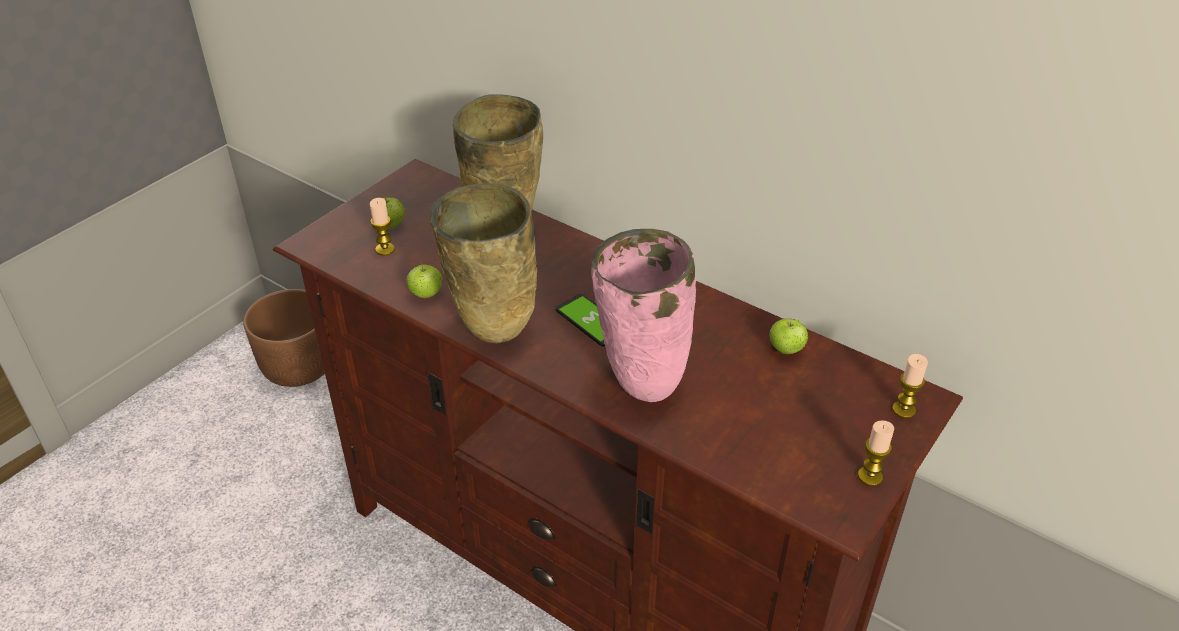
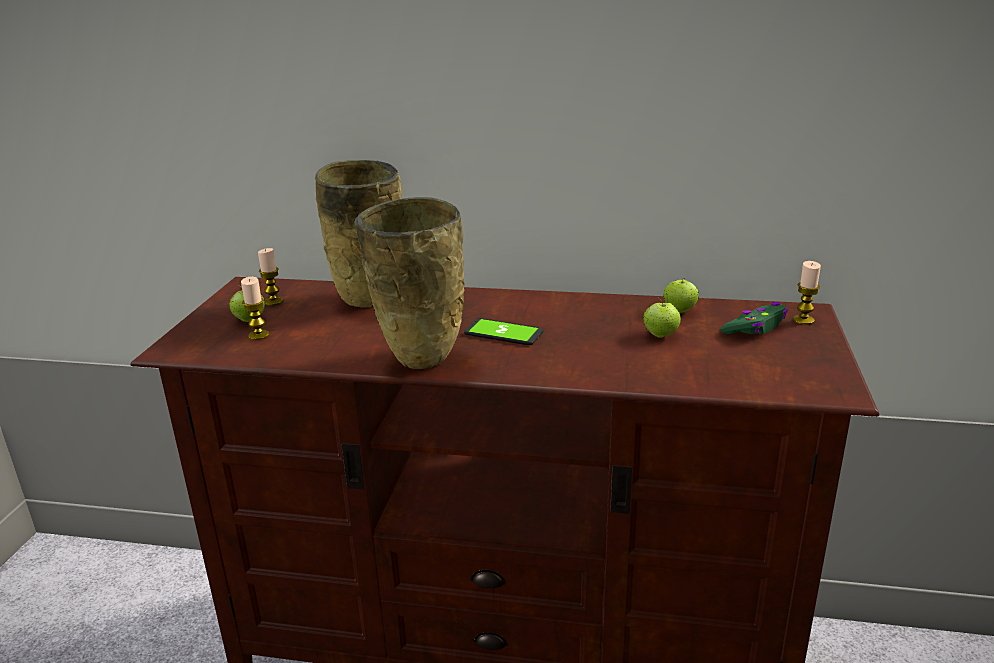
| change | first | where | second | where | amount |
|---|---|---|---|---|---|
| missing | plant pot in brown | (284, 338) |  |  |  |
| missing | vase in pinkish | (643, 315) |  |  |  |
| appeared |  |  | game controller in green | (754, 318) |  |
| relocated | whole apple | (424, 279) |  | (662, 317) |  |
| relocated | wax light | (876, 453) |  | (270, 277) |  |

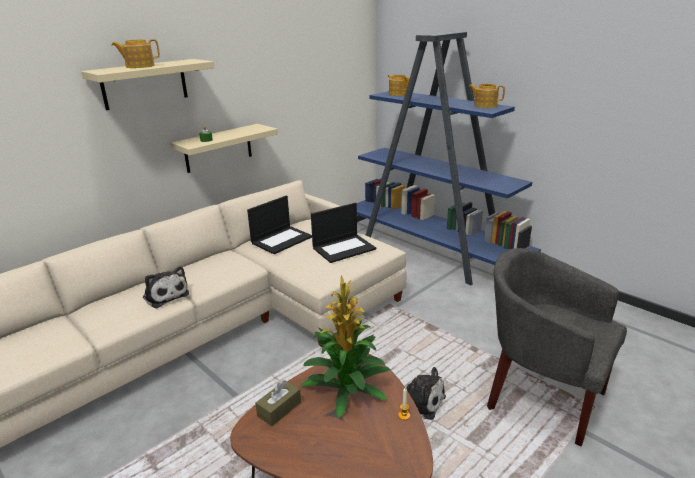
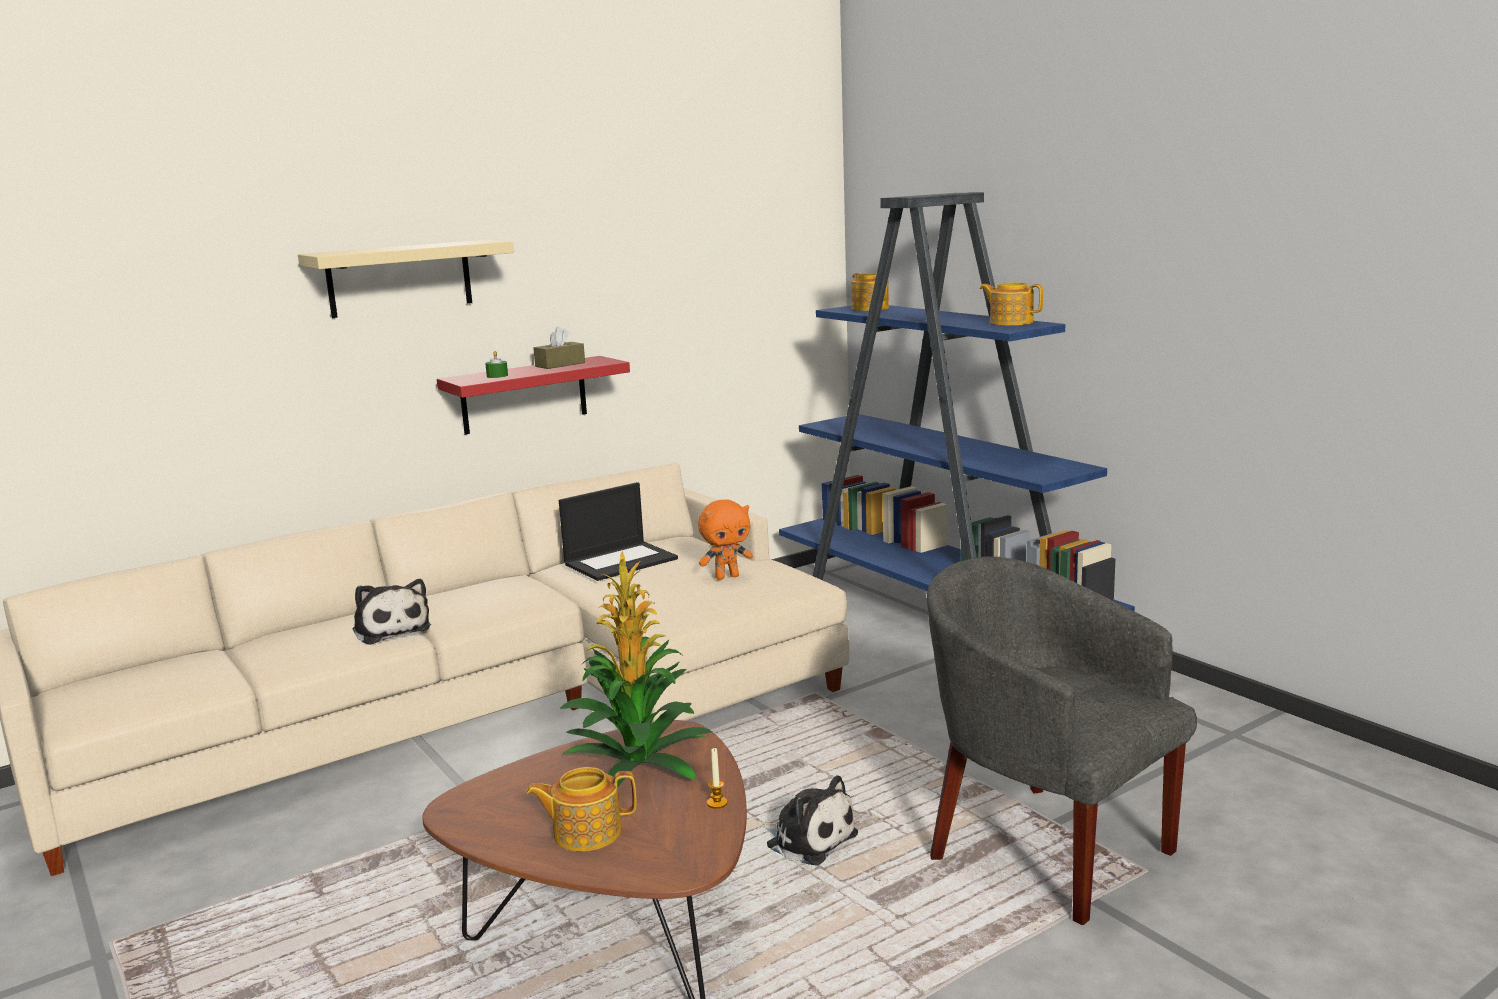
| change | first | where | second | where | amount |
|---|---|---|---|---|---|
| relocated | pot for tea | (136, 53) |  | (581, 809) |  |
| relocated | tissue box in brown | (278, 403) |  | (559, 348) |  |
| exchanged | notebook computer | (343, 233) | soft toy in orange-coloured | (725, 540) |  |
| colour | shelf in beige | (224, 148) | shelf in reddish | (533, 395) |  |

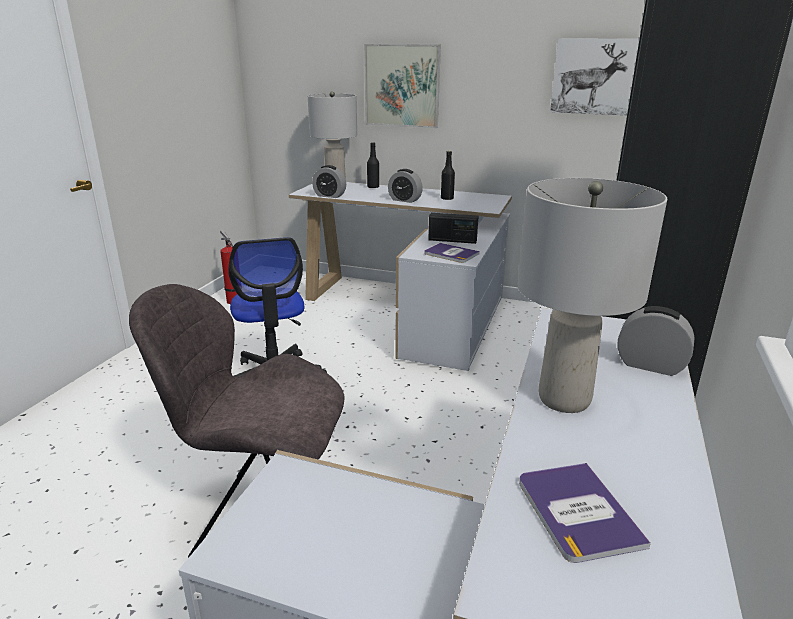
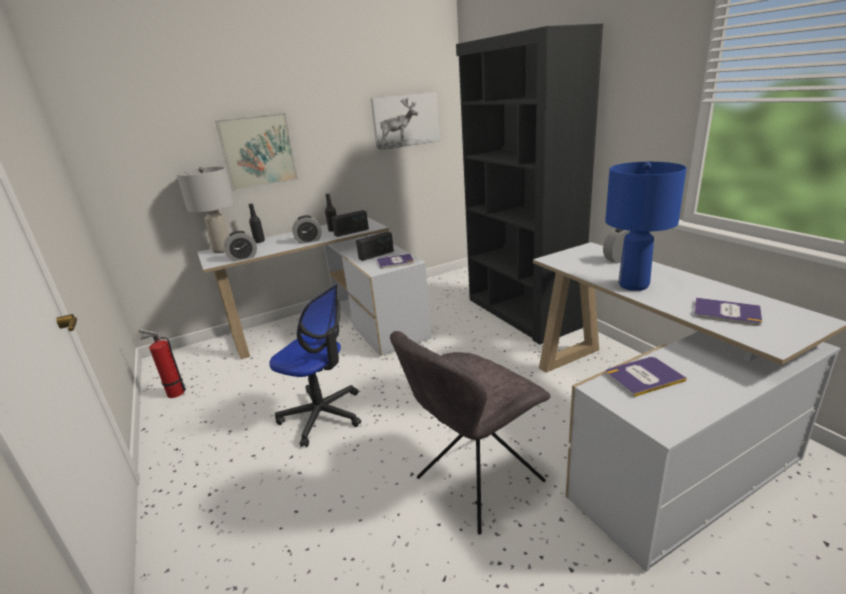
| change | first | where | second | where | amount |
|---|---|---|---|---|---|
| appeared |  |  | radio receiver | (350, 223) |  |
| appeared |  |  | book | (646, 377) |  |
| colour | tabletop lamp in greyish | (592, 295) | tabletop lamp in bluish | (646, 226) |  |

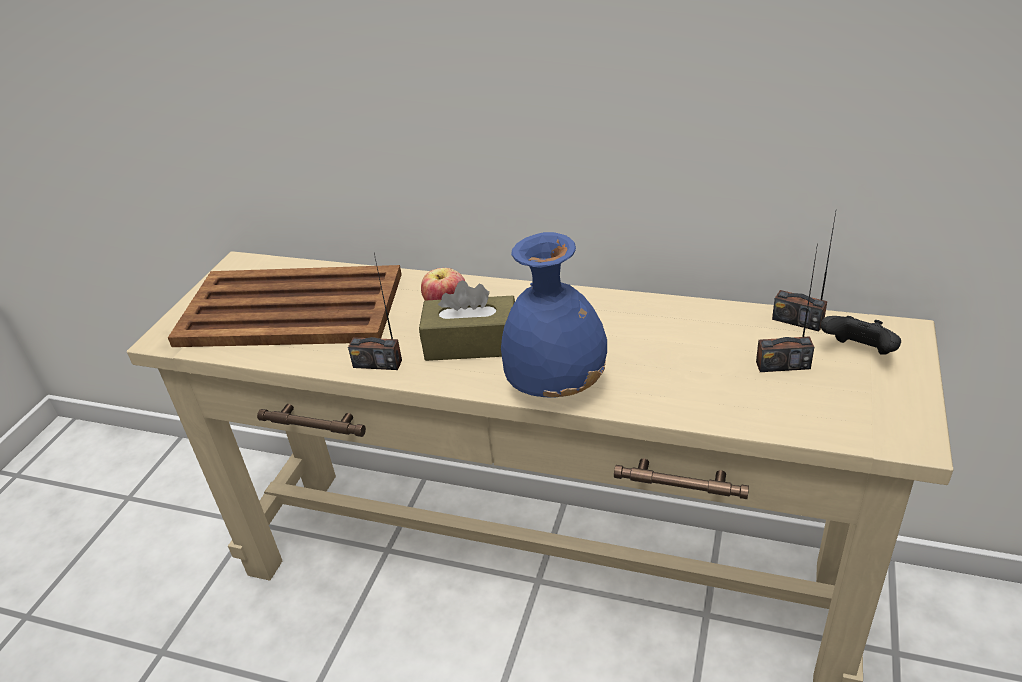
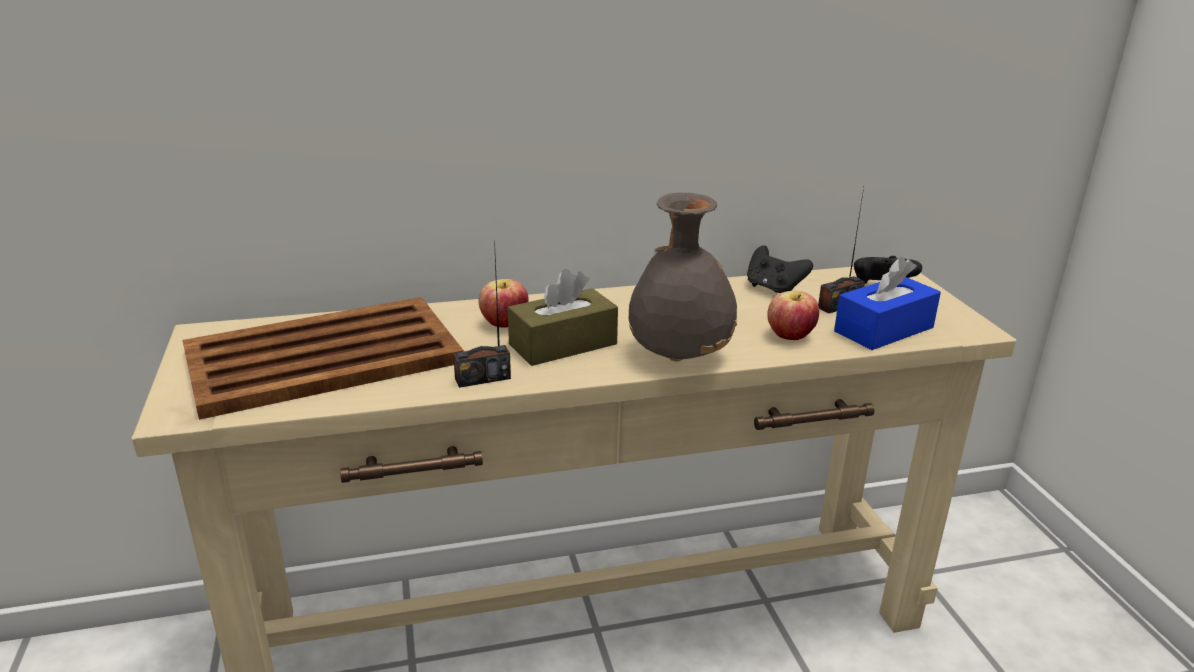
| change | first | where | second | where | amount |
|---|---|---|---|---|---|
| missing | radio receiver | (804, 272) |  |  |  |
| appeared |  |  | game controller in blackish | (780, 269) |  |
| appeared |  |  | whole apple | (793, 315) |  |
| appeared |  |  | tissue box in bluish | (887, 303) |  |
| colour | vase in bluish | (554, 315) | vase in greyish | (683, 277) |  |

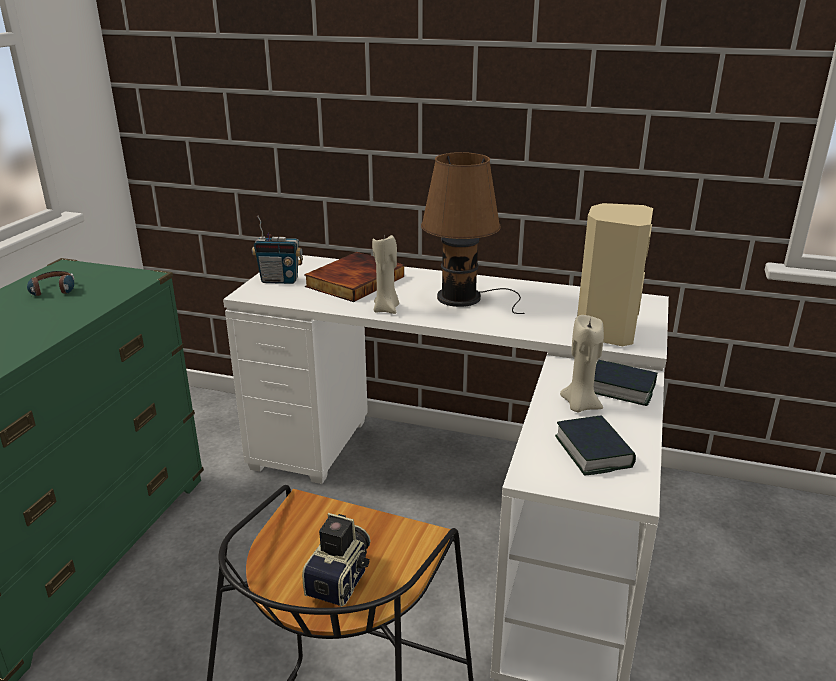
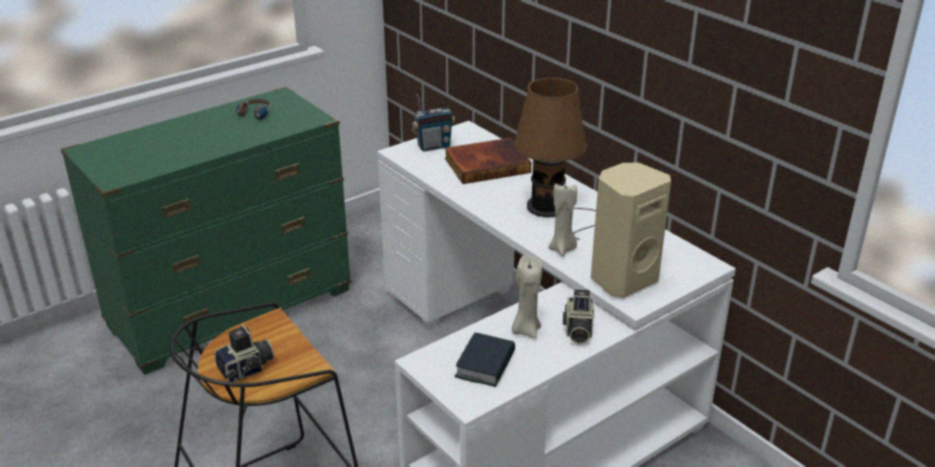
| change | first | where | second | where | amount |
|---|---|---|---|---|---|
| relocated | wax light in beige | (385, 274) |  | (562, 220) |  |
| exchanged | book | (625, 383) | photo camera | (578, 316) |  |
| spun | radio receiver | (277, 249) |  | (433, 122) | 60 degrees counterclockwise |

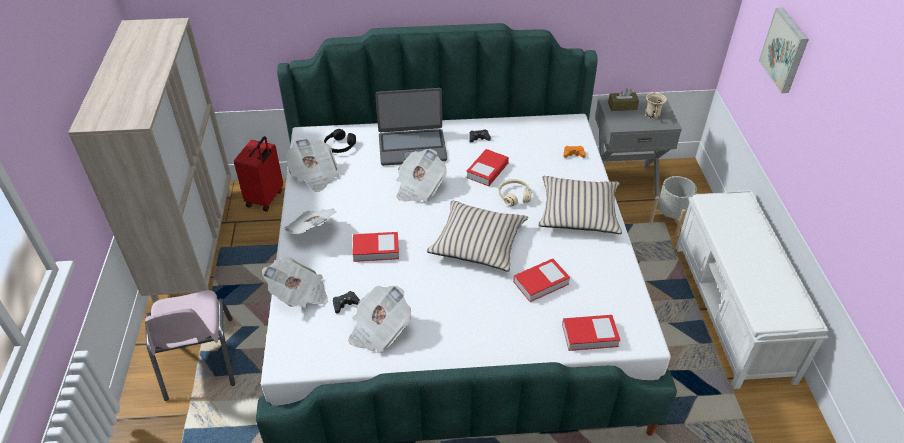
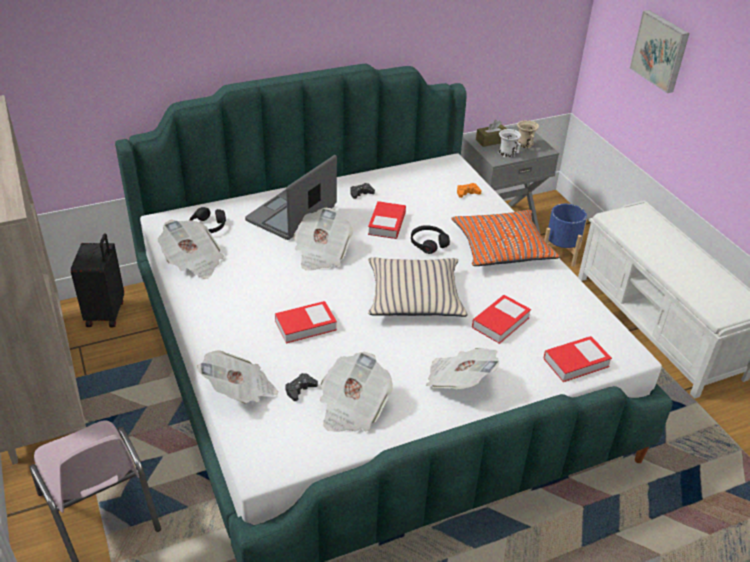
| change | first | where | second | where | amount |
|---|---|---|---|---|---|
| appeared |  |  | tea mug in white-coloured | (509, 143) |  |
| relocated | printed paper | (310, 221) |  | (462, 368) |  |
| colour | travel case in reddish | (258, 173) | travel case in blackish | (97, 280) |  |
| colour | headset in beige | (515, 192) | headset in blackish | (430, 239) |  |
| colour | cushion in beige | (580, 205) | cushion in orange-coloured | (505, 238) |  |
| colour | plant pot in greyish | (673, 206) | plant pot in bluish | (565, 235) |  |
| spun | notebook computer | (411, 127) |  | (291, 197) | 150 degrees clockwise |

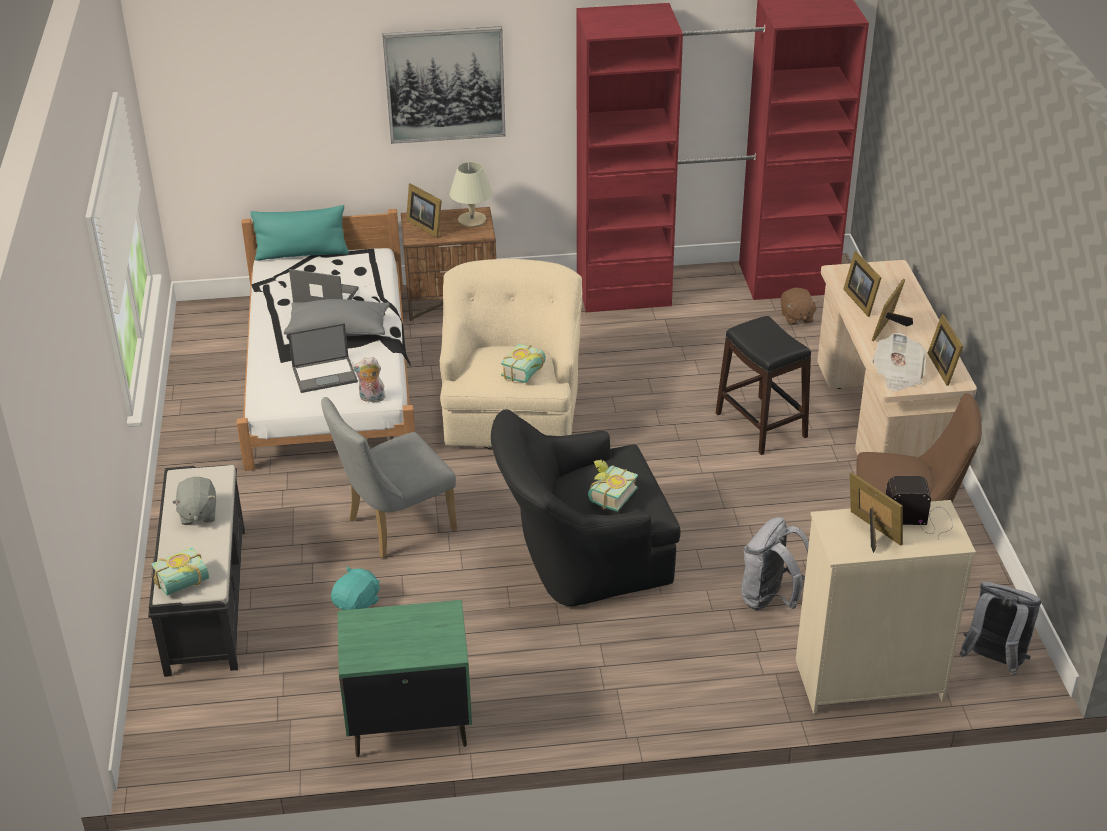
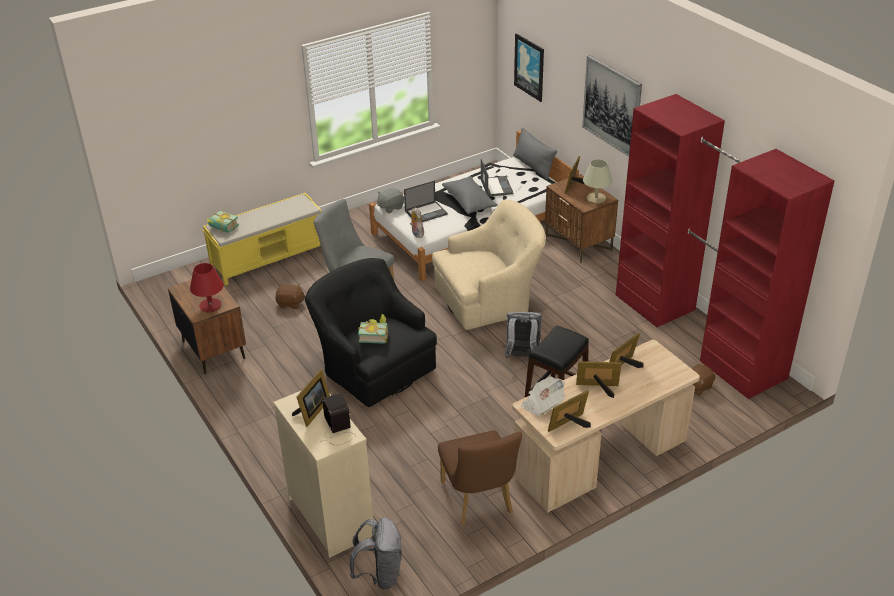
| change | first | where | second | where | amount |
|---|---|---|---|---|---|
| missing | book | (523, 363) |  |  |  |
| appeared |  |  | tabletop lamp in reddish | (207, 287) |  |
| appeared |  |  | wall art | (529, 67) |  |
| relocated | soft toy in greyish | (194, 501) |  | (390, 200) |  |
| relocated | knapsack in greyish | (775, 563) |  | (522, 335) |  |
| colour | indoor bench in blackish | (196, 571) | indoor bench in yellow | (262, 239) |  |
| colour | cushion in blue-green | (299, 232) | cushion in greyish | (535, 153) |  |
| colour | soft toy in blue-green | (355, 588) | soft toy in brown | (290, 296) |  |
| colour | night table in green | (405, 678) | night table in brown | (207, 327) |  |
| spun | notebook computer | (323, 358) |  | (426, 201) | 75 degrees counterclockwise |

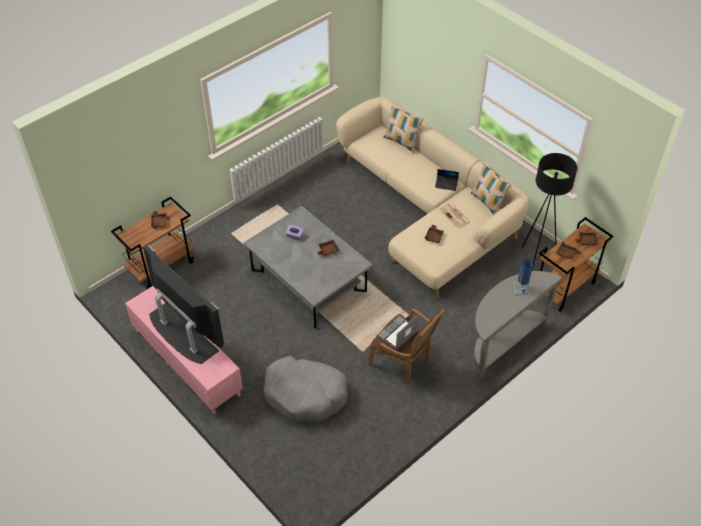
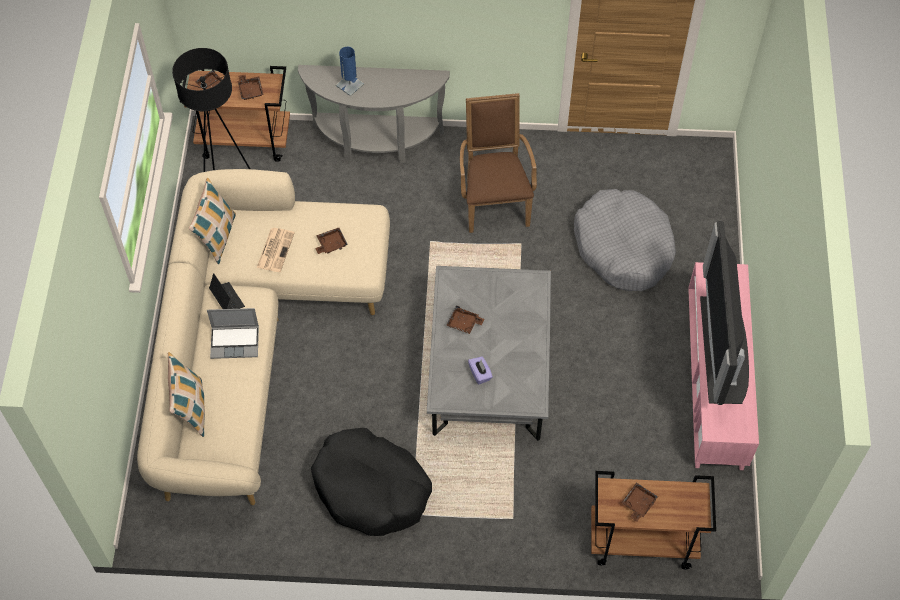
| change | first | where | second | where | amount |
|---|---|---|---|---|---|
| appeared |  |  | dog cushion in blackish | (371, 482) |  |
| relocated | notebook computer | (398, 332) |  | (233, 333) |  |

